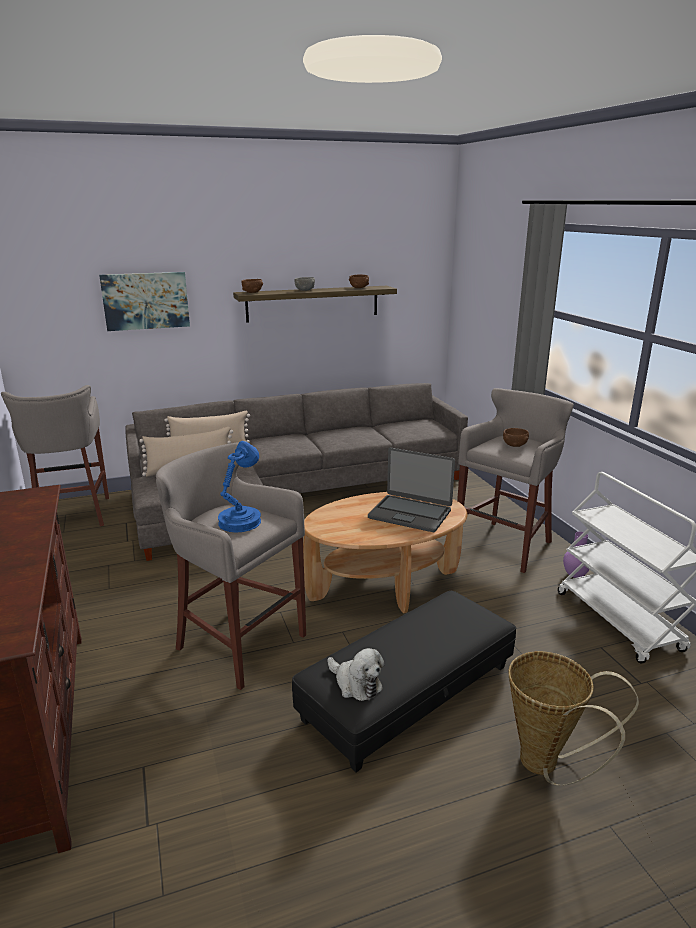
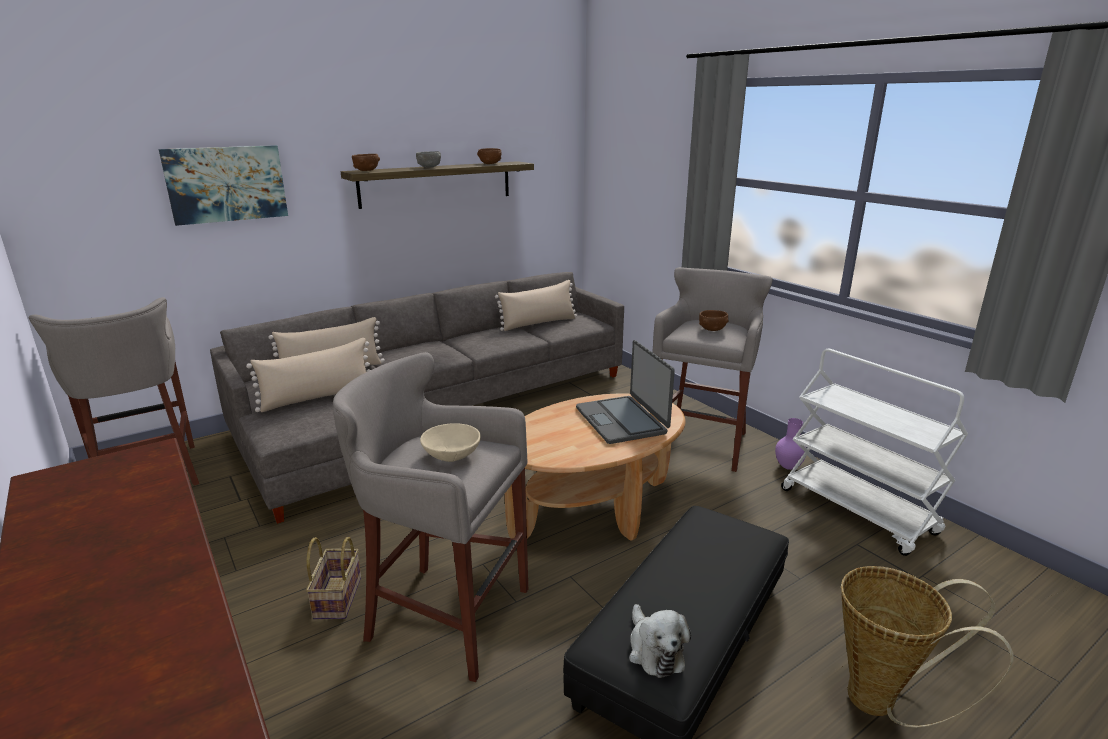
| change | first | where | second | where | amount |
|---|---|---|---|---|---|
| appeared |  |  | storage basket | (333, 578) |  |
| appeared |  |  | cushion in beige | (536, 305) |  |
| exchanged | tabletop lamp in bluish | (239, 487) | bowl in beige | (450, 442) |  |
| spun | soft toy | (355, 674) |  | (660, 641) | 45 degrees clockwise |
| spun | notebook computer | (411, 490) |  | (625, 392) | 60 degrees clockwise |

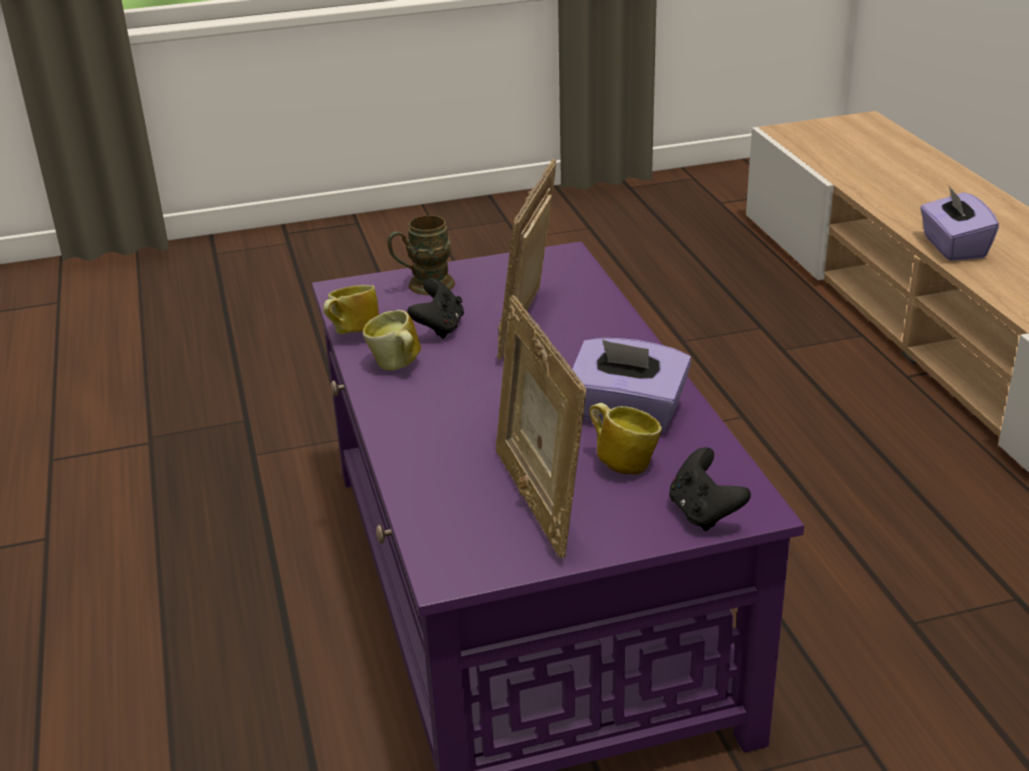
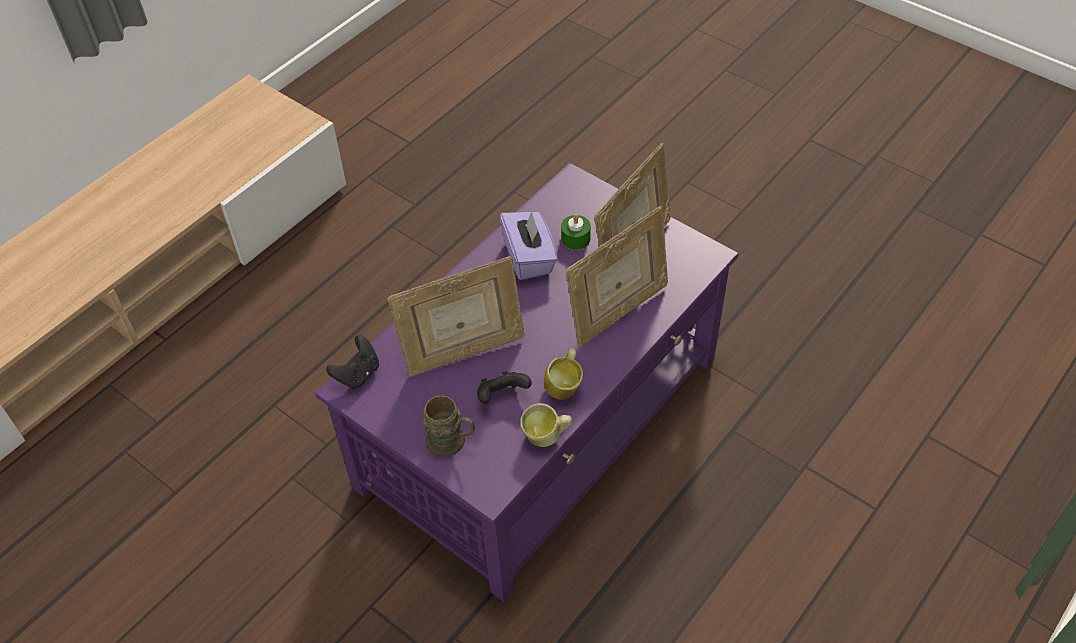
| change | first | where | second | where | amount |
|---|---|---|---|---|---|
| missing | tissue box in purple-coloured | (959, 223) |  |  |  |
| appeared |  |  | picture frame | (617, 276) |  |
| relocated | game controller in blackish | (710, 489) |  | (352, 362) |  |
| exchanged | tea mug | (625, 438) | wax light in green | (576, 232) |  |

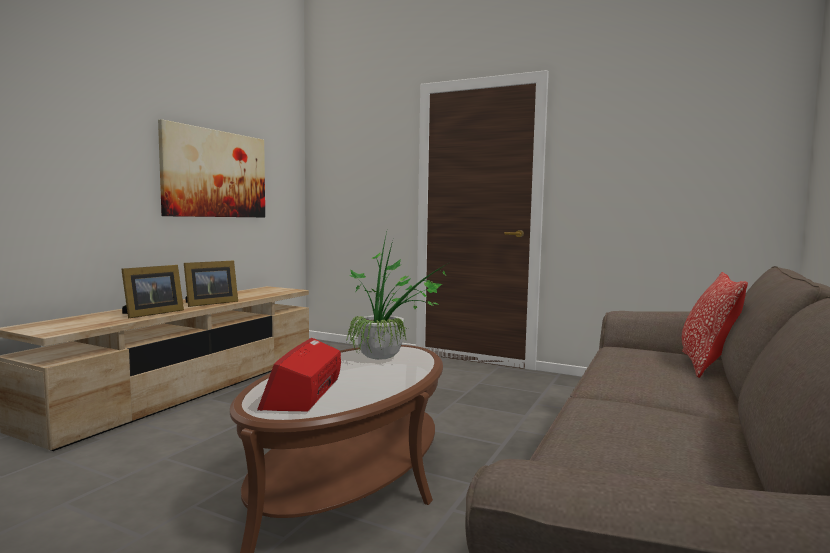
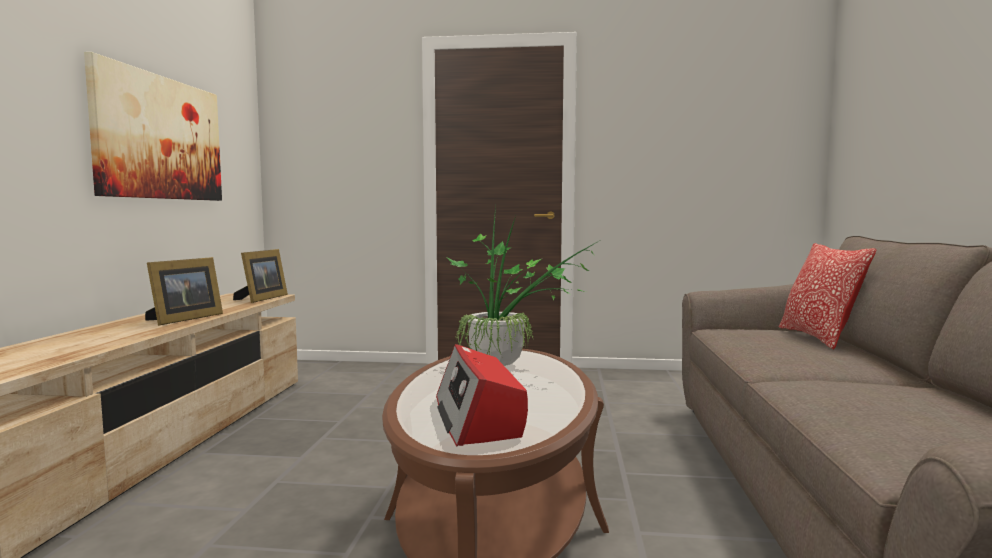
| change | first | where | second | where | amount |
|---|---|---|---|---|---|
| relocated | picture frame | (152, 291) |  | (260, 276) |  |

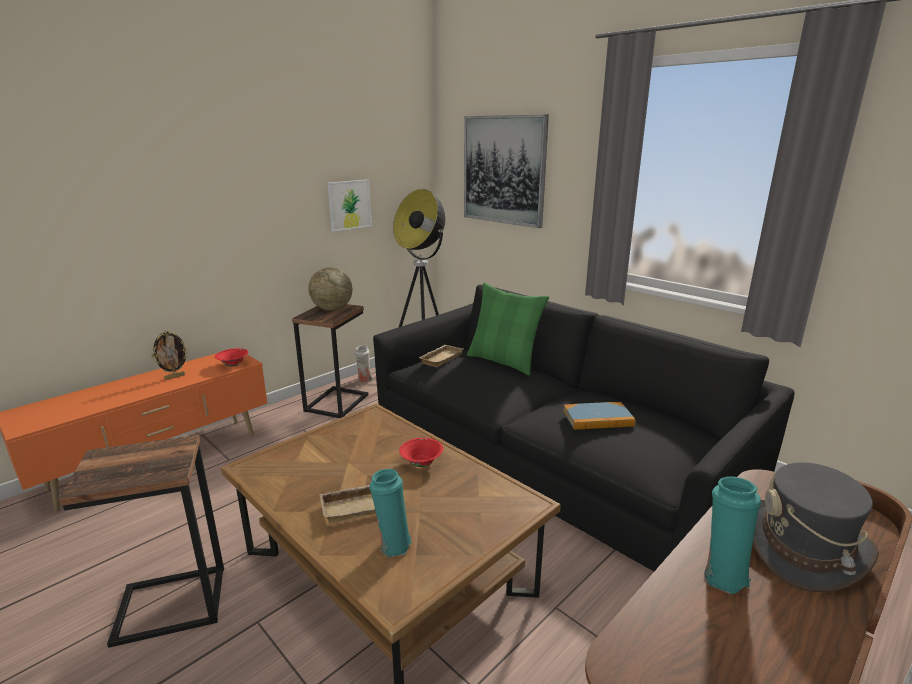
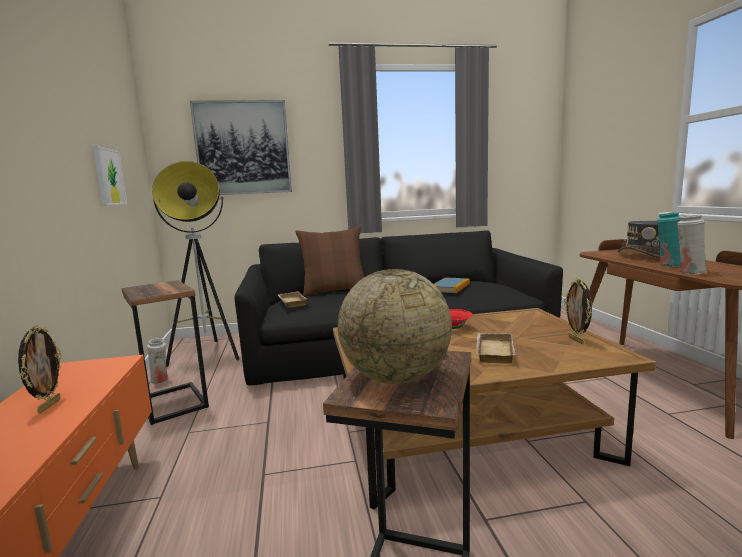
| change | first | where | second | where | amount |
|---|---|---|---|---|---|
| missing | bowl in reddish | (231, 357) |  |  |  |
| missing | vase in blue-green | (390, 513) |  |  |  |
| appeared |  |  | picture frame | (578, 311) |  |
| appeared |  |  | vase in white-coloured | (692, 244) |  |
| relocated | globe | (331, 289) |  | (395, 326) |  |
| colour | cushion in green | (508, 329) | cushion in brown | (329, 261) |  |

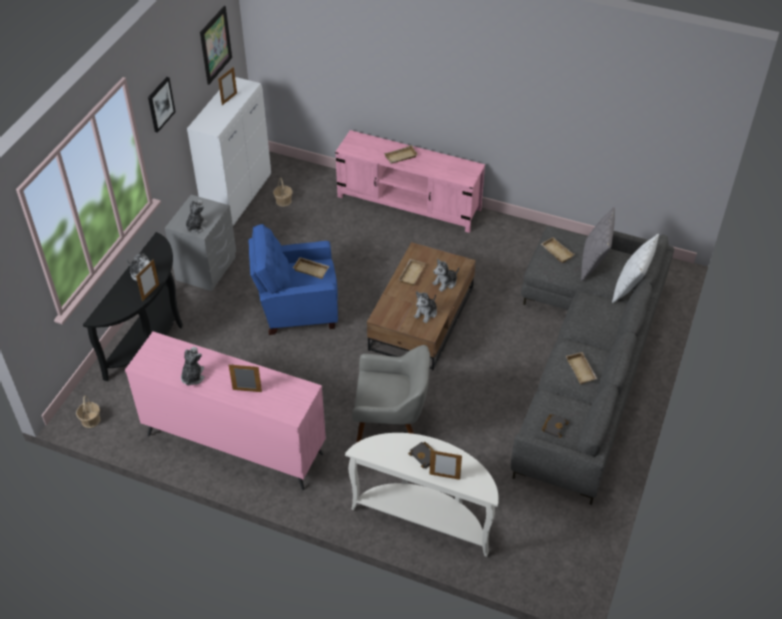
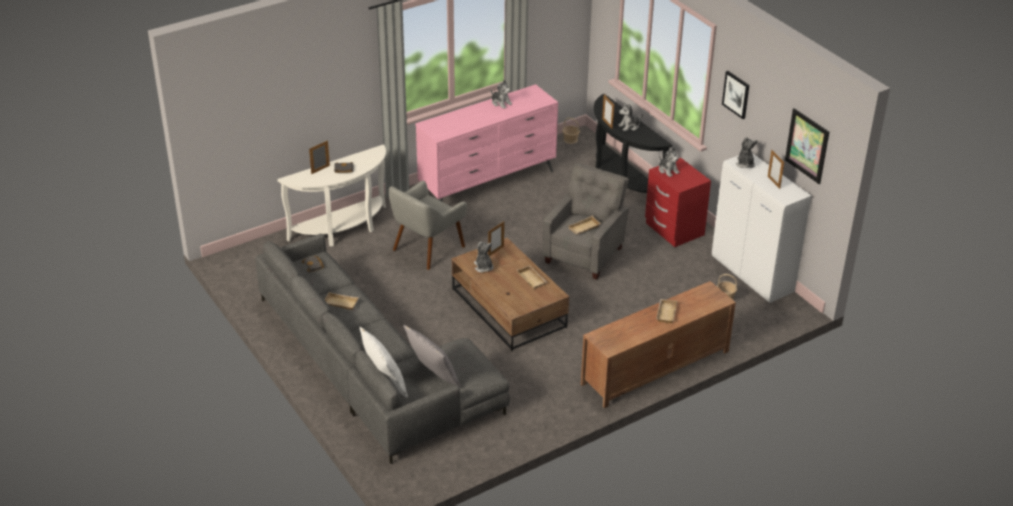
| change | first | where | second | where | amount |
|---|---|---|---|---|---|
| missing | carrying tray in beige | (558, 250) |  |  |  |
| relocated | picture frame | (245, 378) |  | (496, 238) |  |
| relocated | soft toy | (445, 275) |  | (747, 152) |  |
| colour | night table in greyish | (200, 243) | night table in reddish | (678, 202) |  |
| colour | lounge chair in bluish | (293, 279) | lounge chair in greyish | (585, 221) |  |
| colour | tv unit in pinkish | (410, 181) | tv unit in brown | (658, 344) |  |

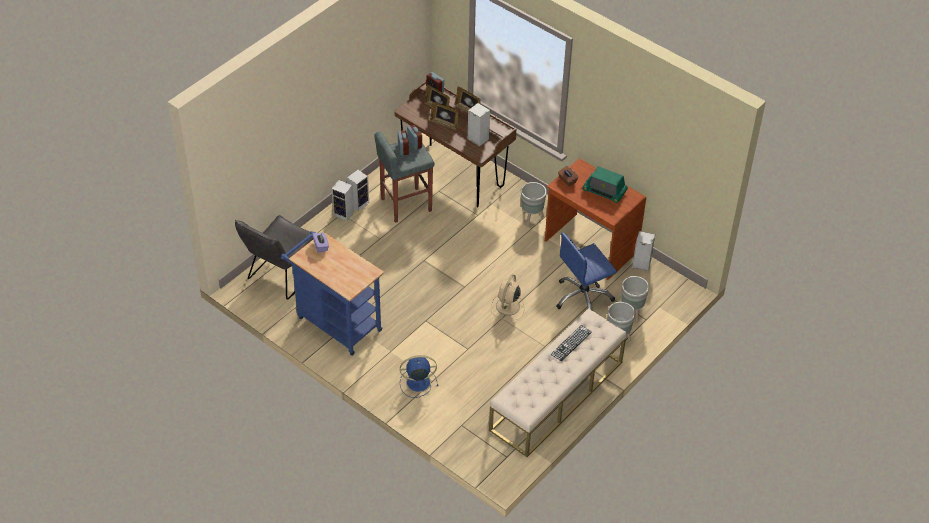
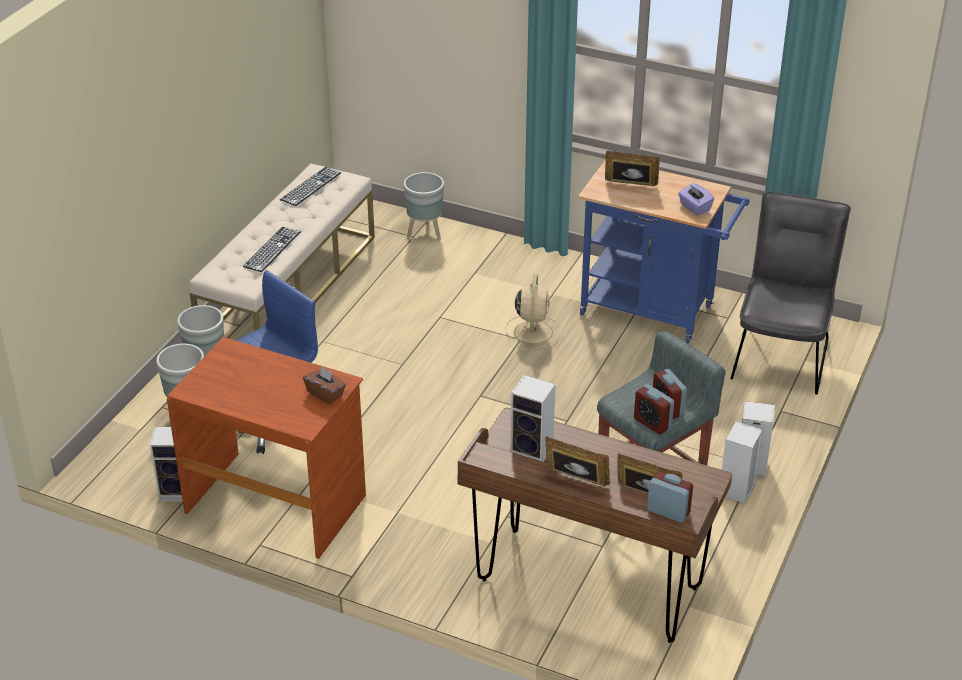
| change | first | where | second | where | amount |
|---|---|---|---|---|---|
| missing | cooling fan in bluish | (419, 376) |  |  |  |
| missing | radio receiver | (605, 184) |  |  |  |
| appeared |  |  | PC keyboard | (310, 186) |  |
| relocated | picture frame | (444, 116) |  | (632, 168) |  |
| relocated | cooling fan in beige | (507, 297) |  | (533, 313) |  |
| relocated | plant pot in greyish | (534, 204) |  | (424, 206) |  |

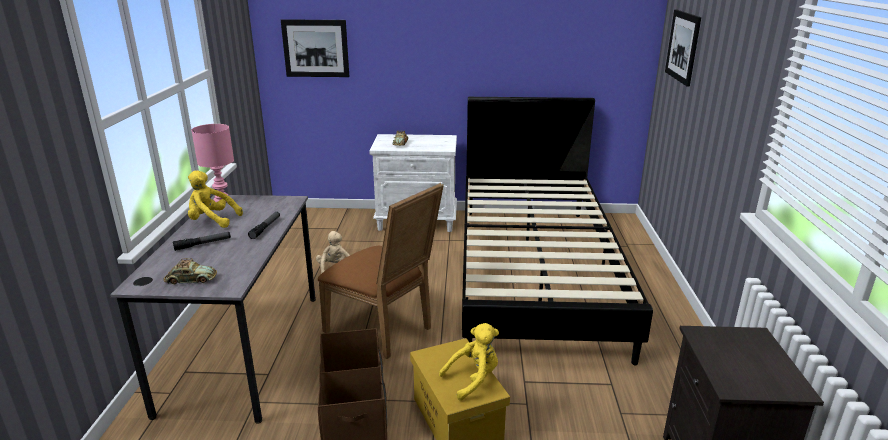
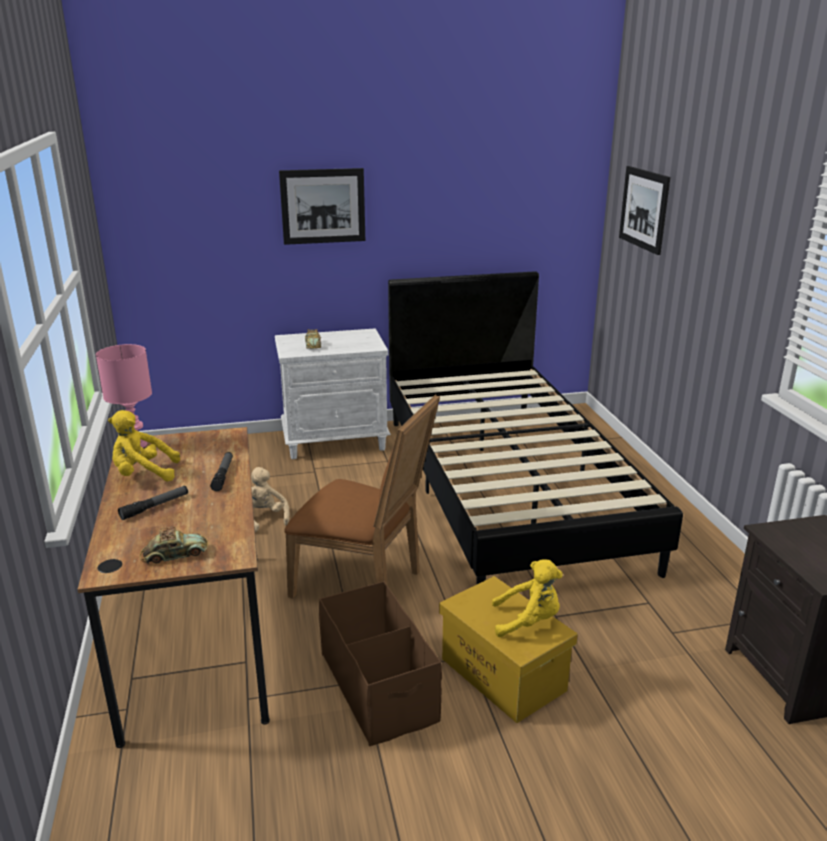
| change | first | where | second | where | amount |
|---|---|---|---|---|---|
| relocated | wall art | (315, 48) |  | (322, 206) |  |
| colour | desk table in greyish | (213, 309) | desk table in brown | (173, 587) |  |
| spun | soft toy in yellow | (469, 362) |  | (527, 598) | 45 degrees clockwise |

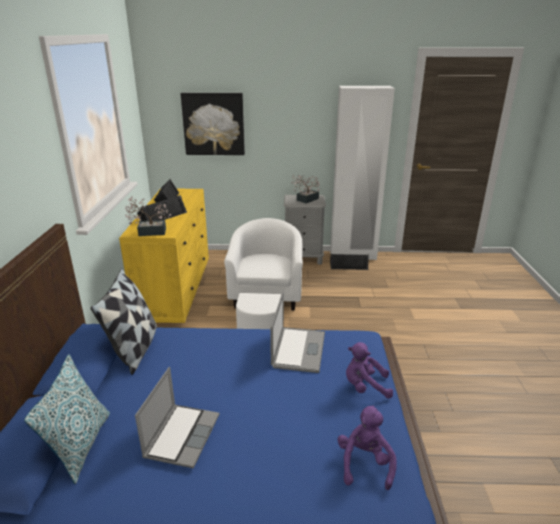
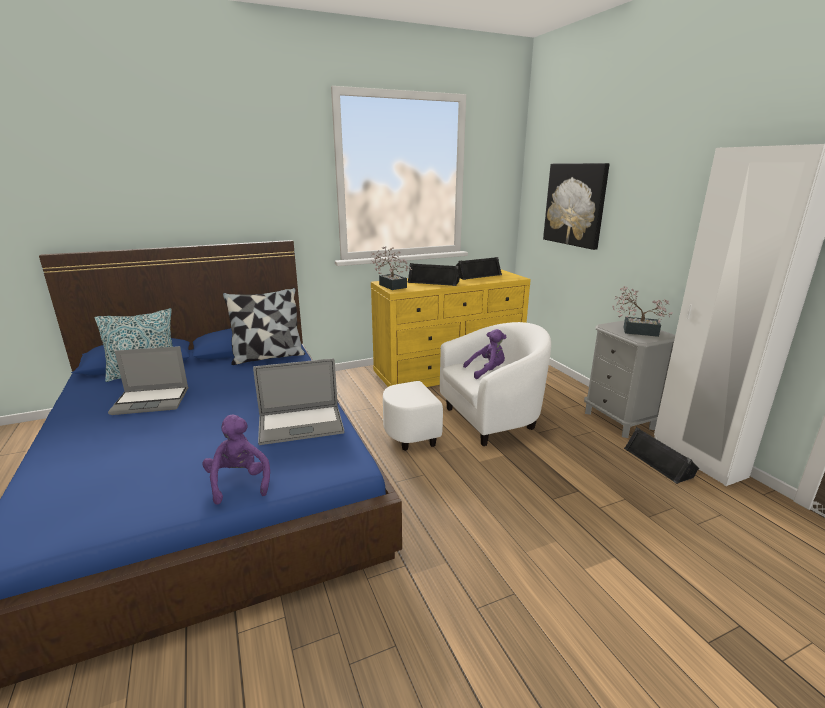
| change | first | where | second | where | amount |
|---|---|---|---|---|---|
| relocated | soft toy in purple-coloured | (367, 448) |  | (484, 354) |  |

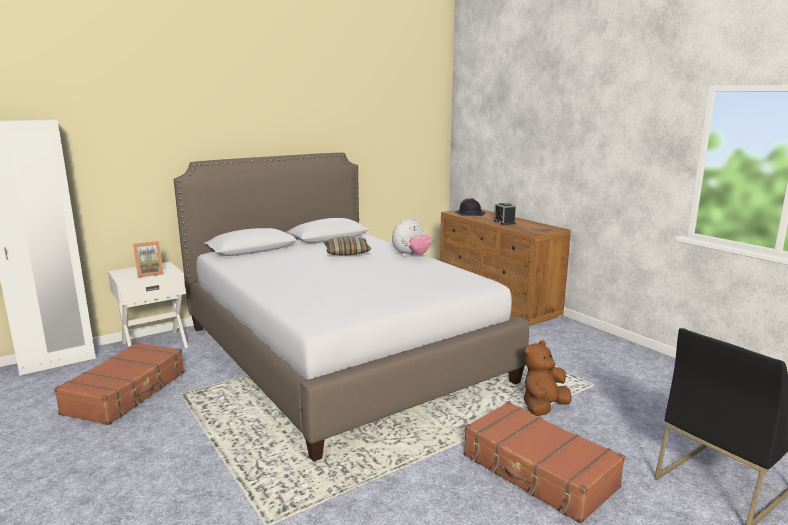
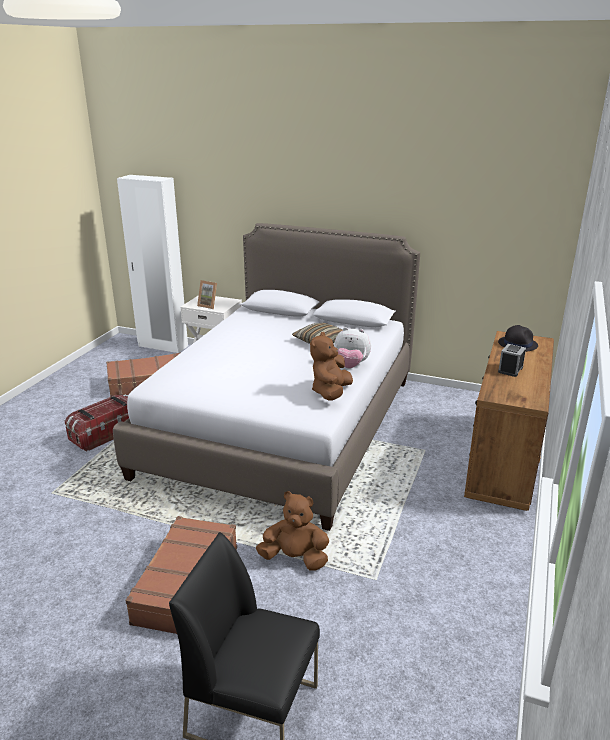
| change | first | where | second | where | amount |
|---|---|---|---|---|---|
| appeared |  |  | storage container | (97, 423) |  |
| appeared |  |  | soft toy in brown | (331, 366) |  |

